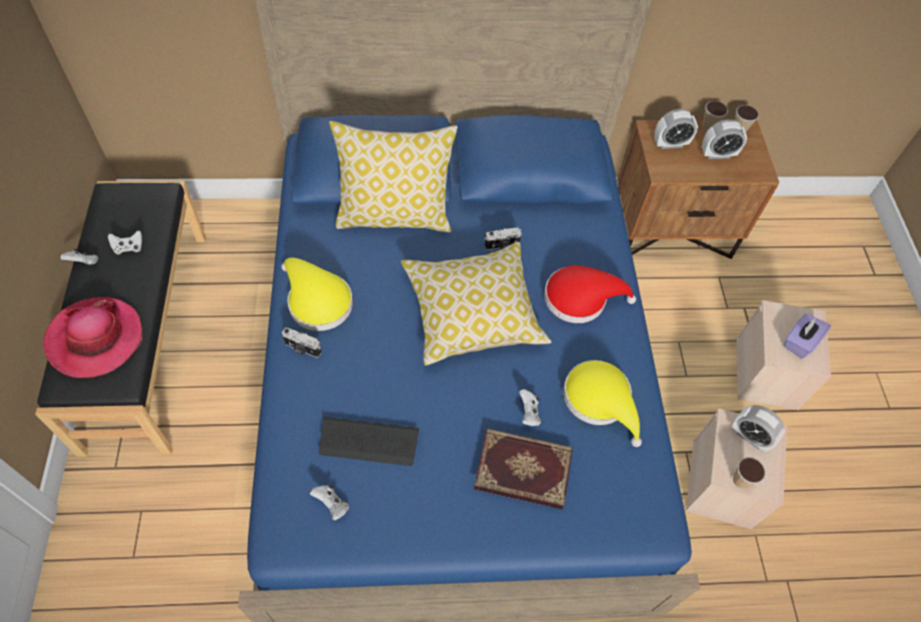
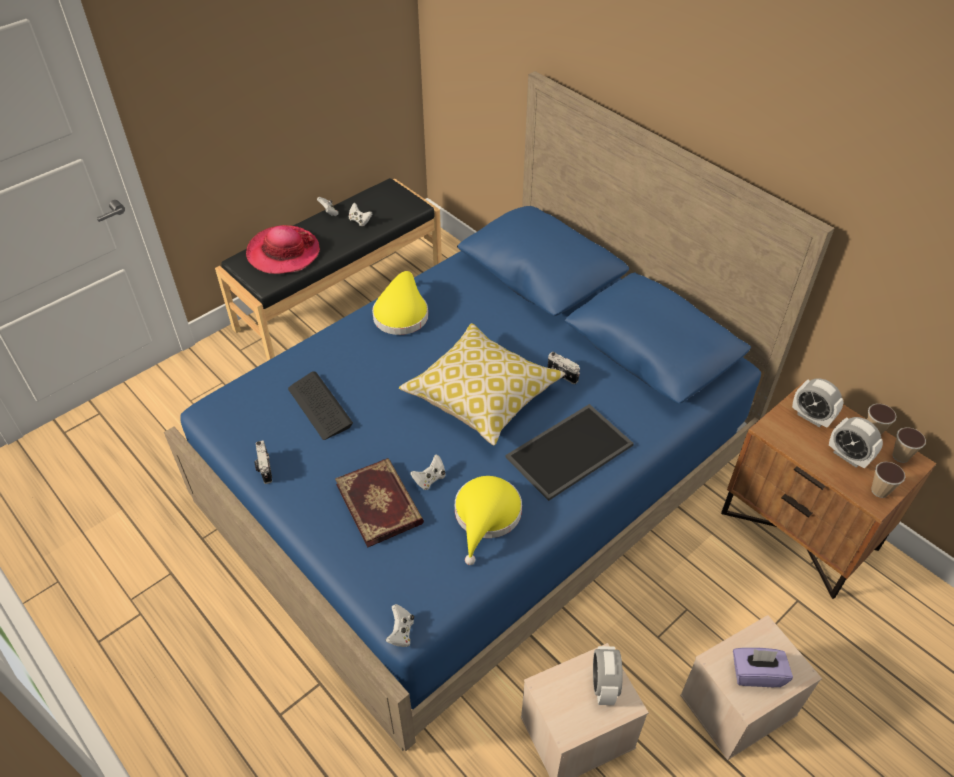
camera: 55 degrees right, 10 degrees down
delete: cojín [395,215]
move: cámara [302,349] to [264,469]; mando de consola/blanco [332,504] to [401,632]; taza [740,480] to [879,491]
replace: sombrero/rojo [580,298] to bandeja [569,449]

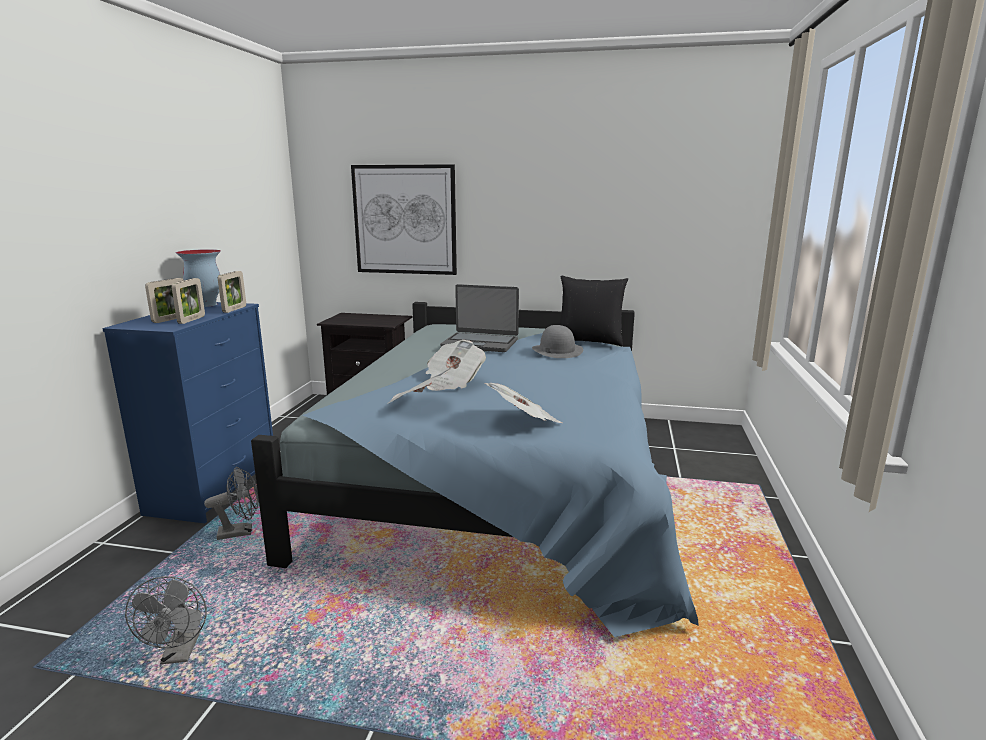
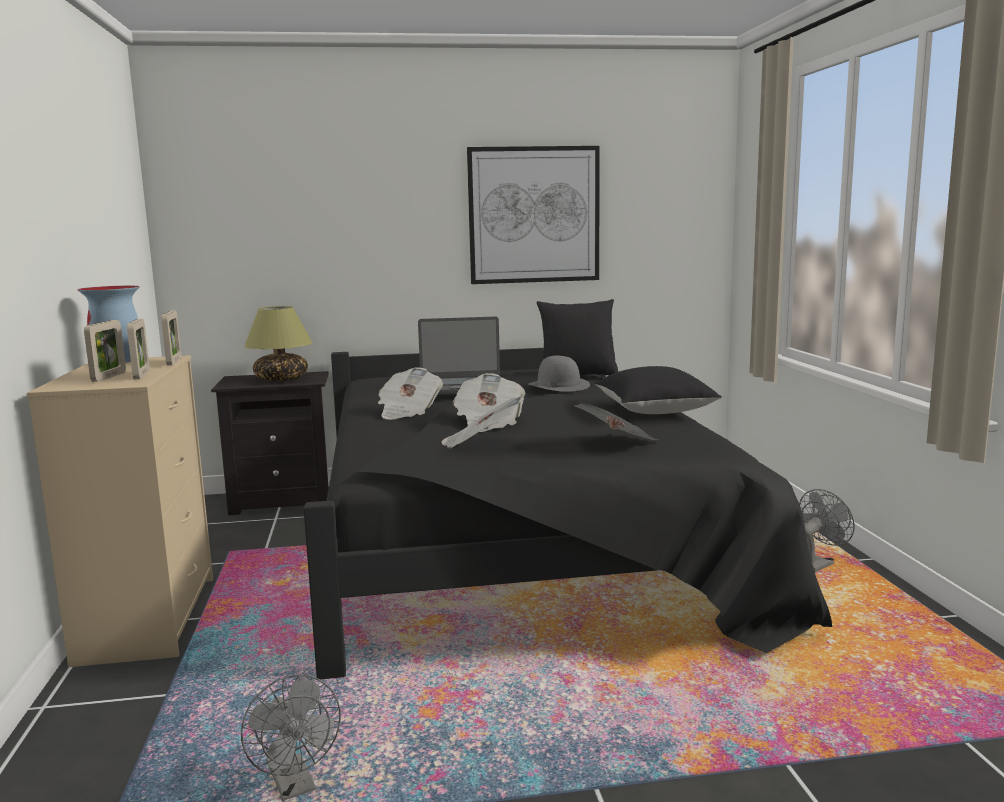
camera: 20 degrees left, 5 degrees down
insert: lámpara de mesa [281,379]; periódico [408,412]; cojín/negro [655,411]
move: ventilador/gris [241,532] to [818,564]; cuadro [405,220] to [534,215]
recolor: cómoda/azul [214,487] to cómoda/beis [148,618]; cama/azul [501,480] to cama/negro [520,547]

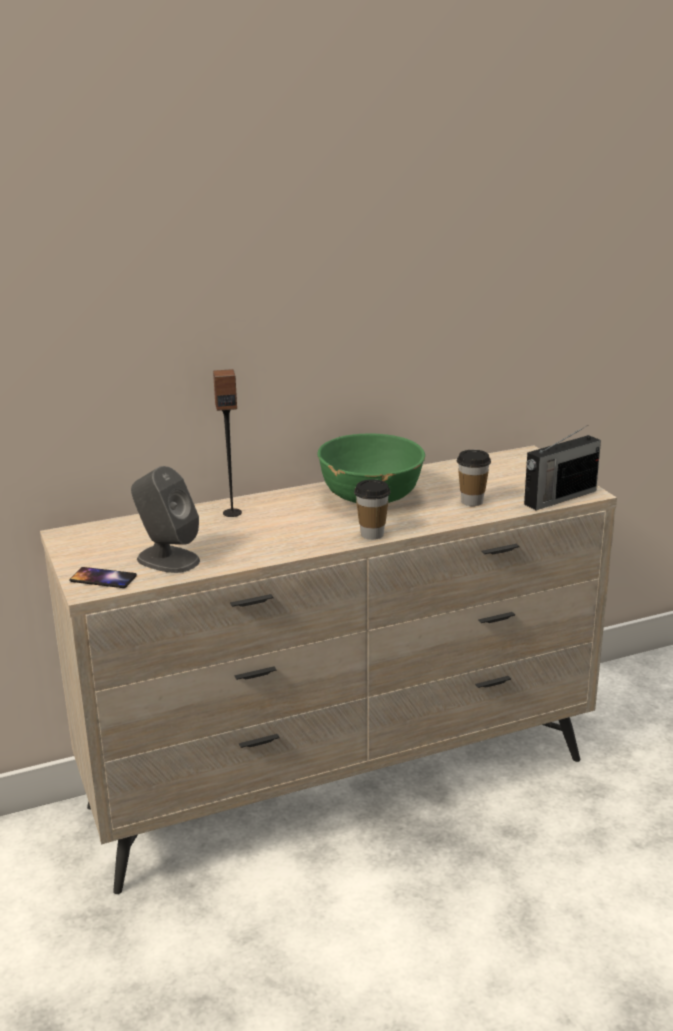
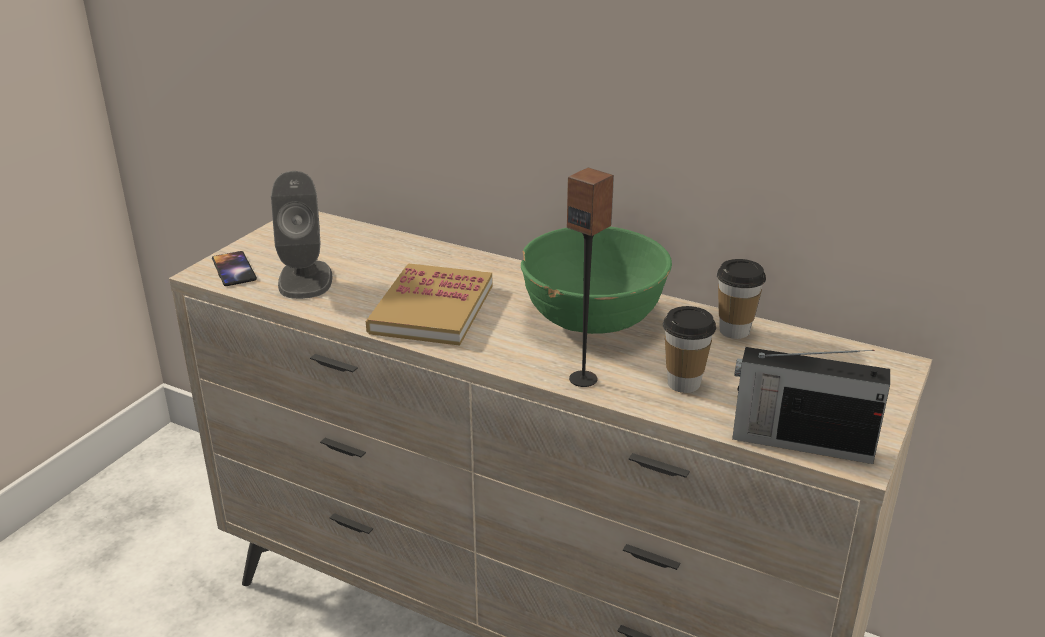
camera: 50 degrees right, 5 degrees up
insert: libro [432,309]
move: altavoz [232,513] to [583,379]; taza [372,534] to [734,331]

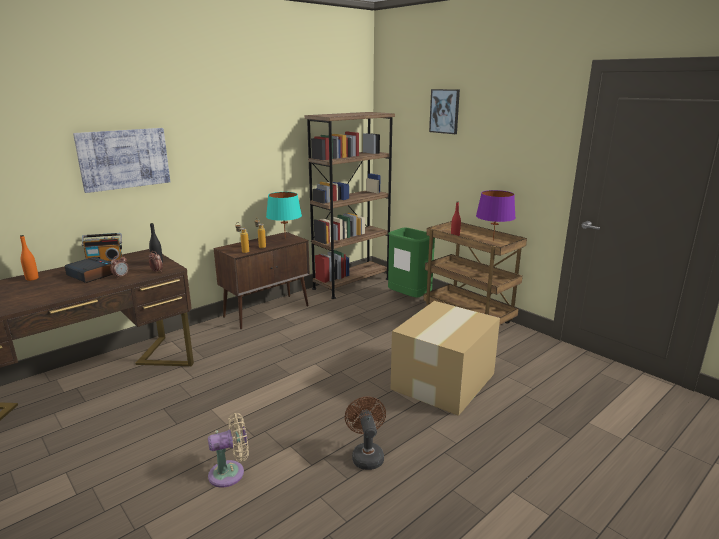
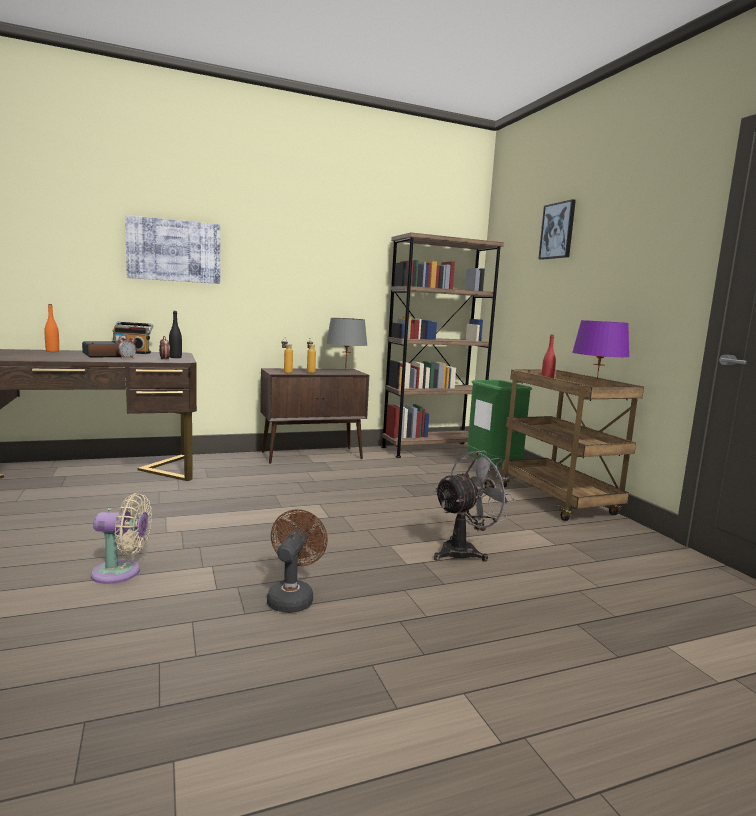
camera: 20 degrees right, 10 degrees down
replace: caja de cartón [442,381] to ventilador/gris [465,551]
recolor: lámpara de mesa/turquesa [285,238] to lámpara de mesa/gris [345,371]

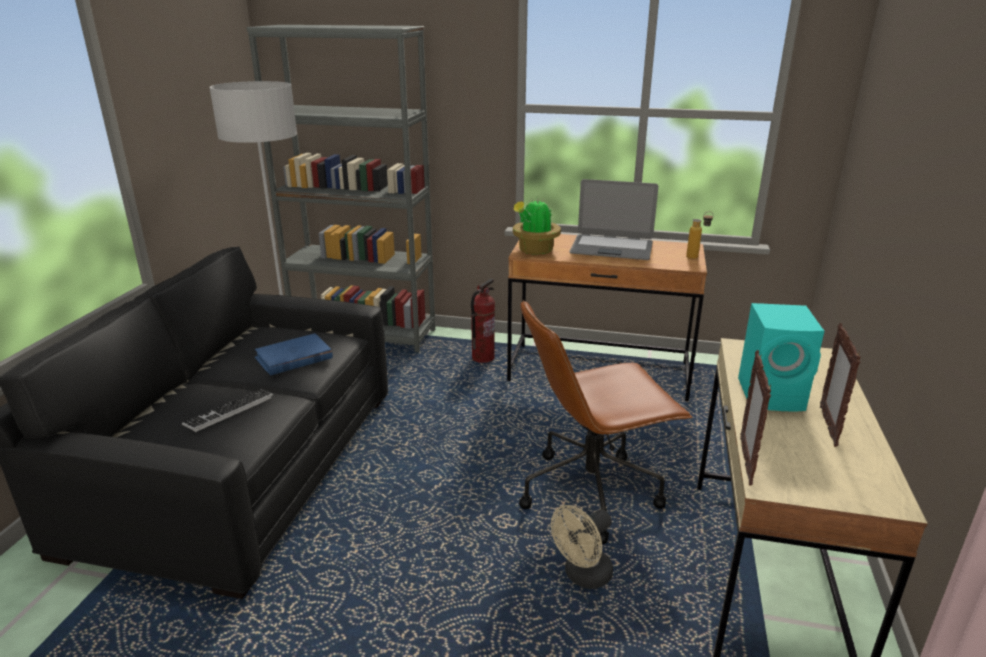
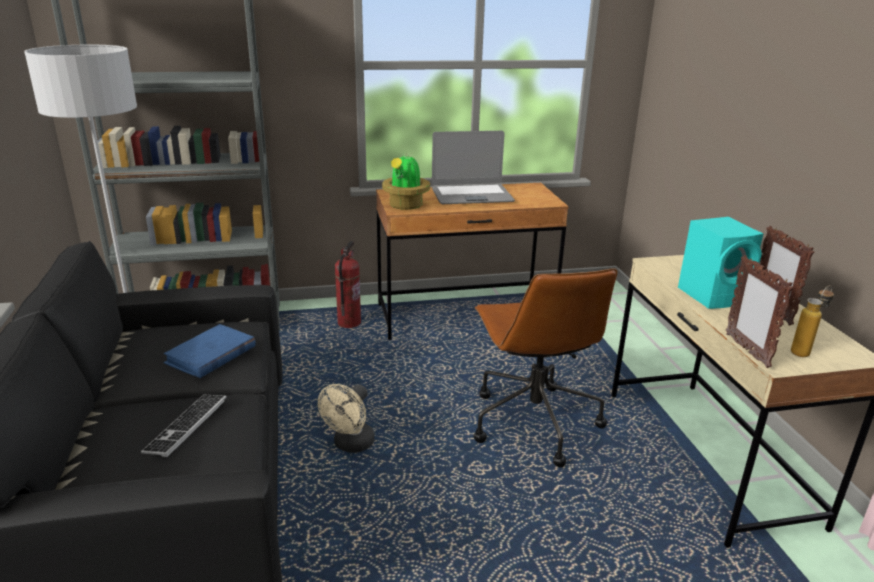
camera: 25 degrees left, 0 degrees up
move: ventilador/beis [582,576] to [350,445]; botella [696,257] to [804,351]
rotate: silla de oficina/marrón [592,491] = [533,421] 60 degrees counterclockwise

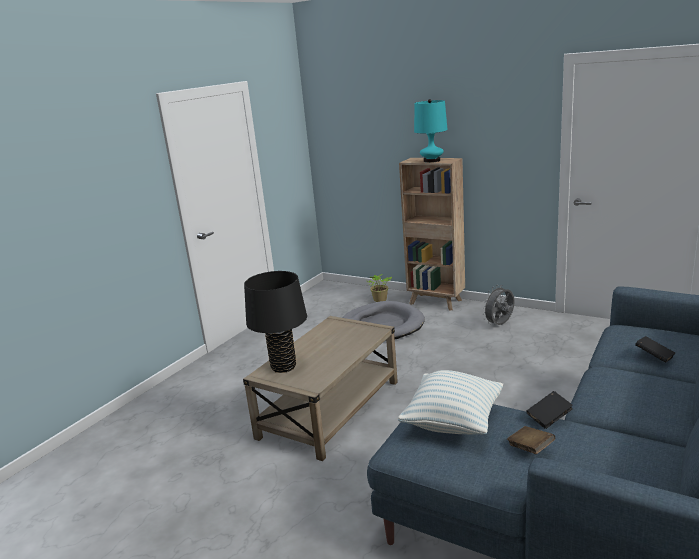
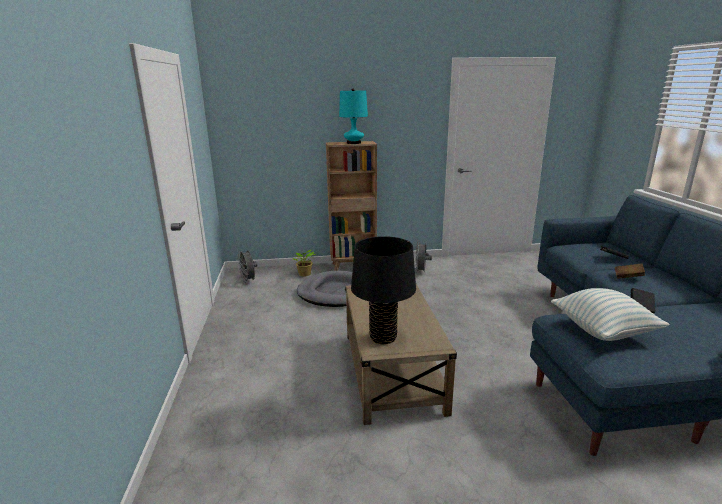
camera: 40 degrees left, 0 degrees up
insert: ventilador/gris [249,281]
move: libro/marrón [530,448] to [628,277]

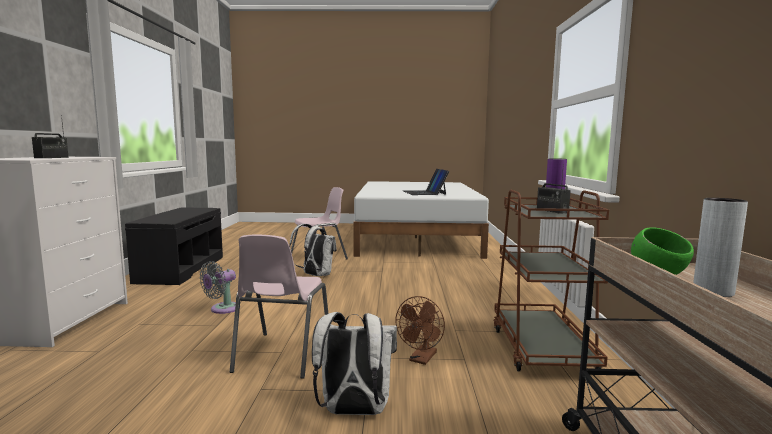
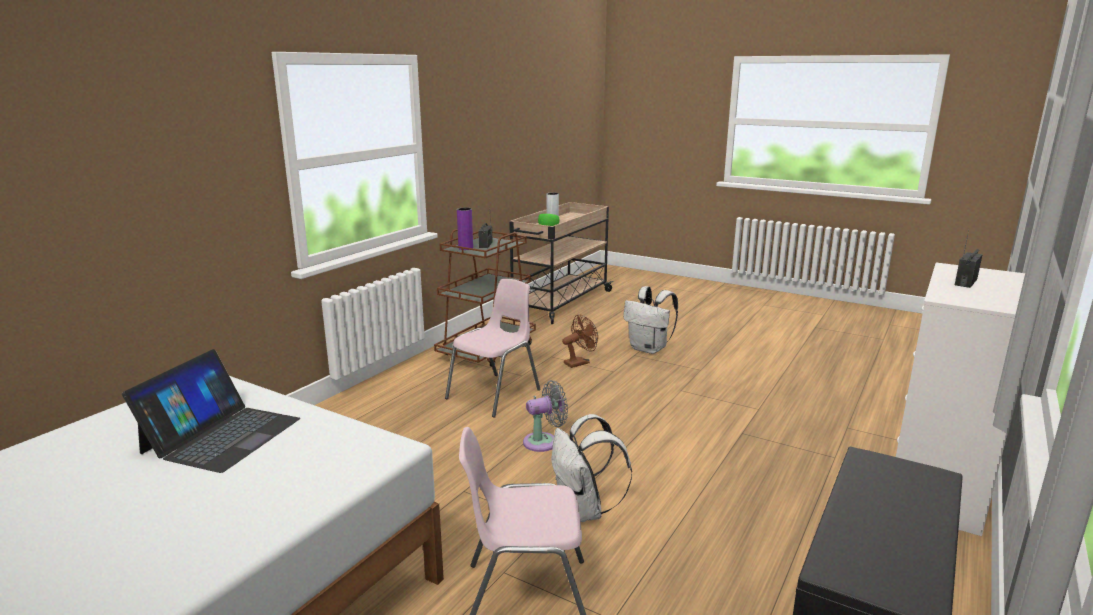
camera: 150 degrees left, 10 degrees up
move: ventilador/gris [222,309] to [544,442]; silla/rosa [281,355] to [495,394]

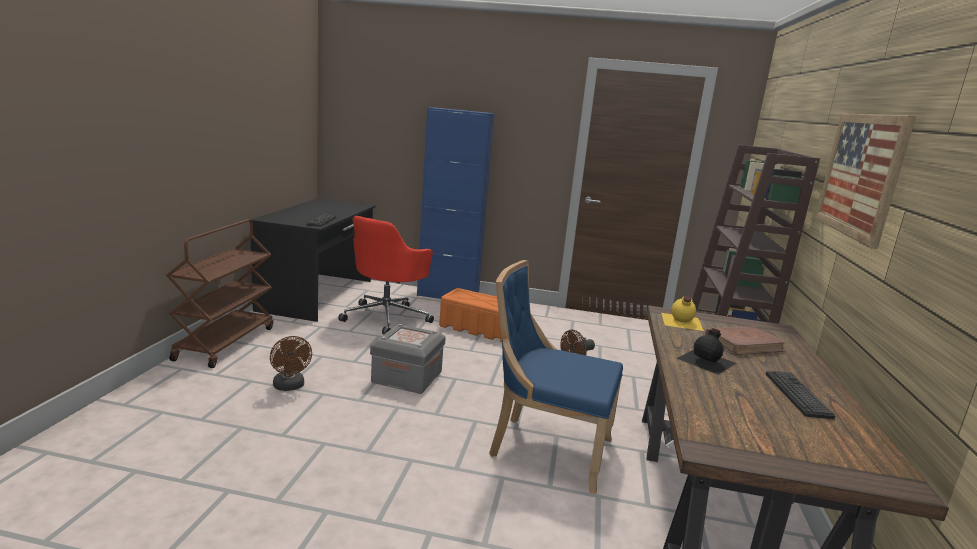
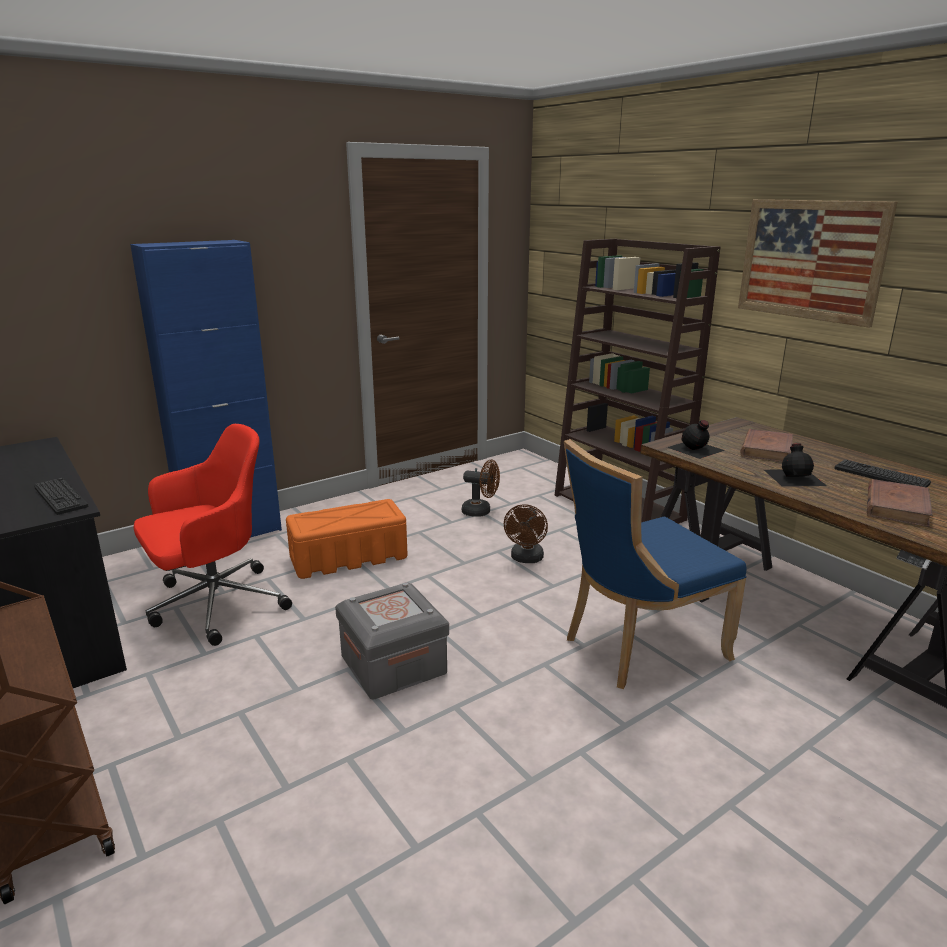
camera: 45 degrees left, 5 degrees up
insert: libro/marrón [897,507]
move: ventilador/marrón [290,387] to [481,512]
recolor: botella/amarillo [681,321] to botella/negro [695,449]
rotate: silla de oficina/rojo [387,317] = [214,605] 105 degrees counterclockwise

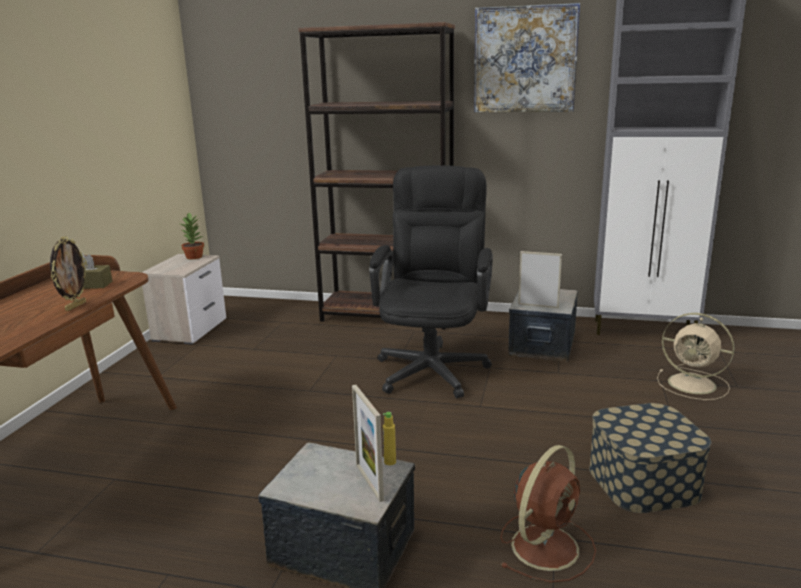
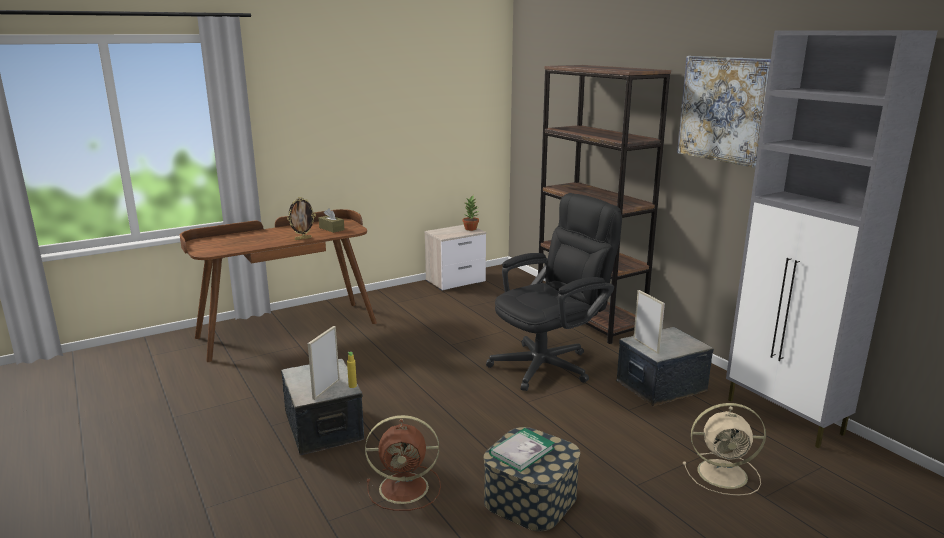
camera: 45 degrees right, 0 degrees up
insert: libro [522,451]
rotate: ventilador/beis [694,384] = [724,474] 75 degrees counterclockwise

